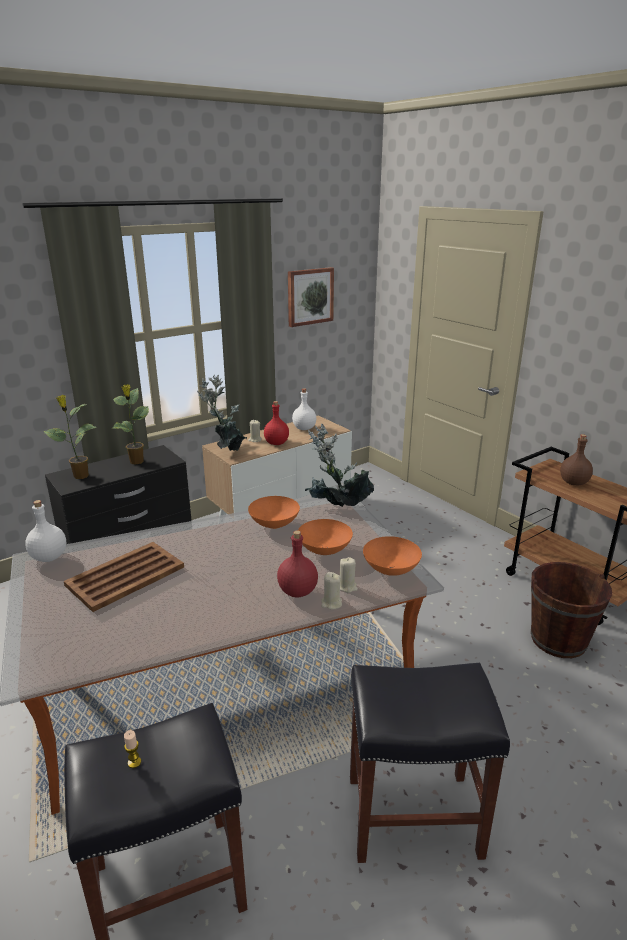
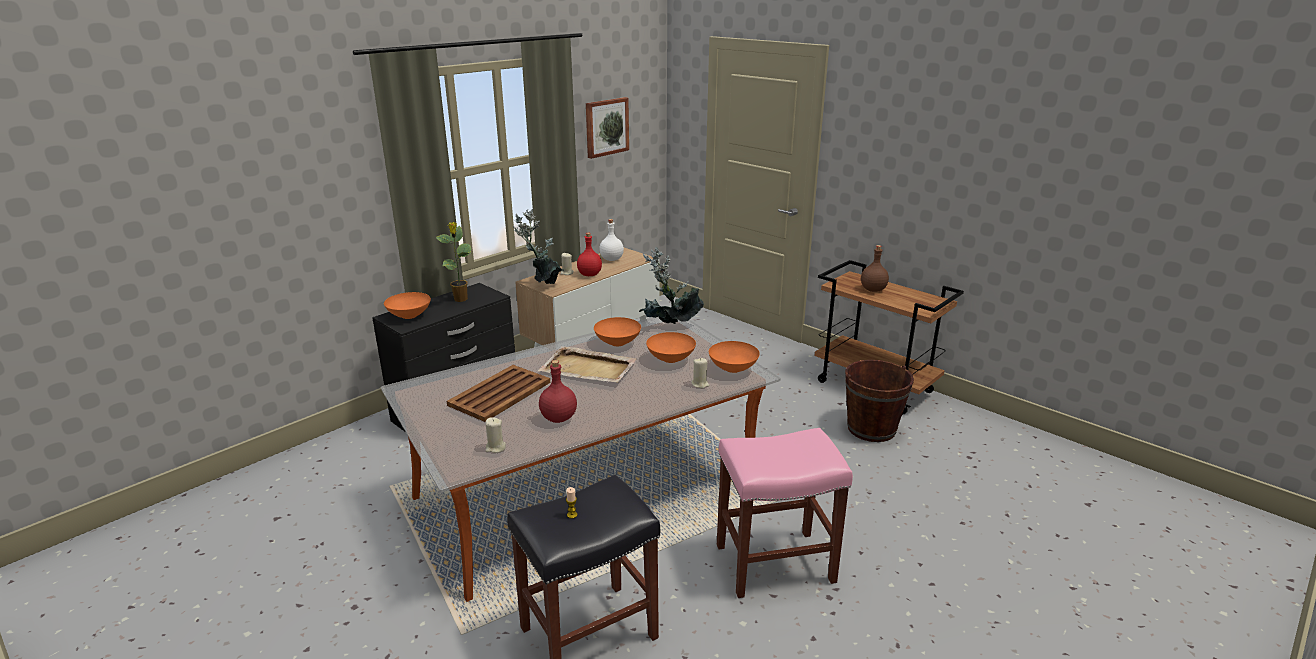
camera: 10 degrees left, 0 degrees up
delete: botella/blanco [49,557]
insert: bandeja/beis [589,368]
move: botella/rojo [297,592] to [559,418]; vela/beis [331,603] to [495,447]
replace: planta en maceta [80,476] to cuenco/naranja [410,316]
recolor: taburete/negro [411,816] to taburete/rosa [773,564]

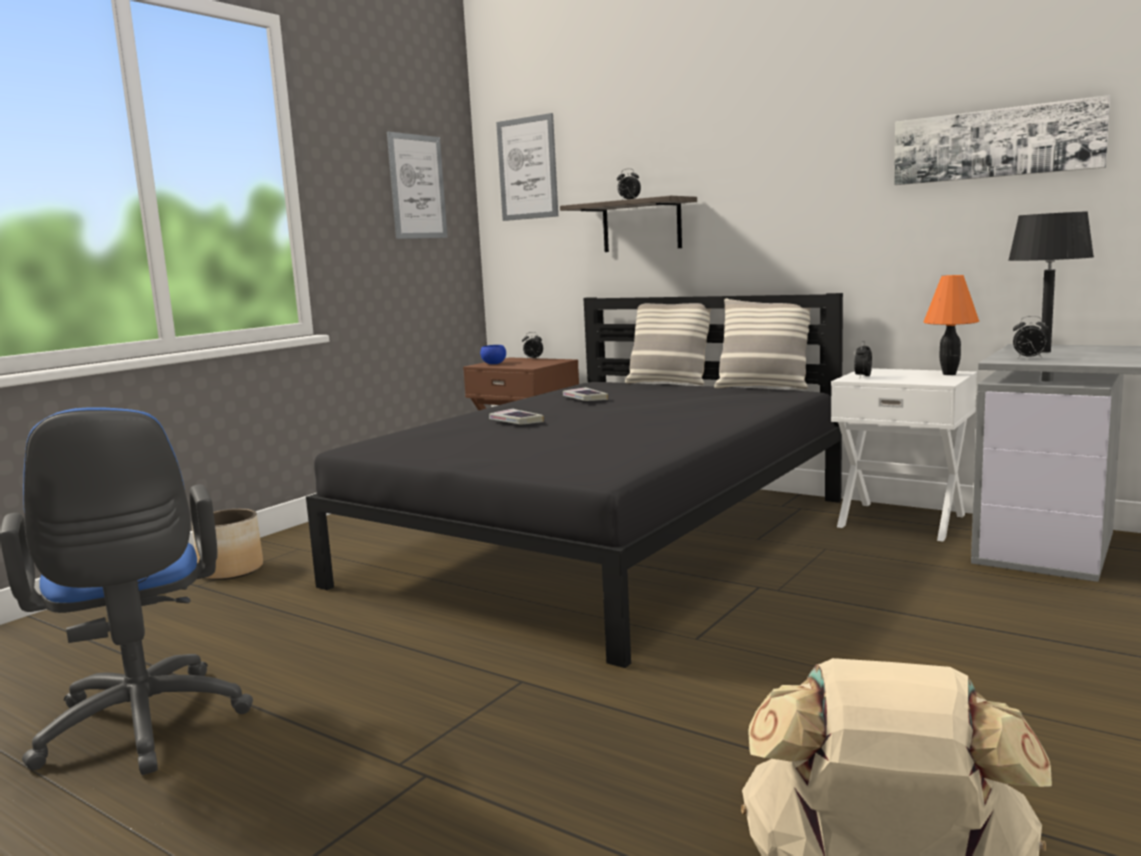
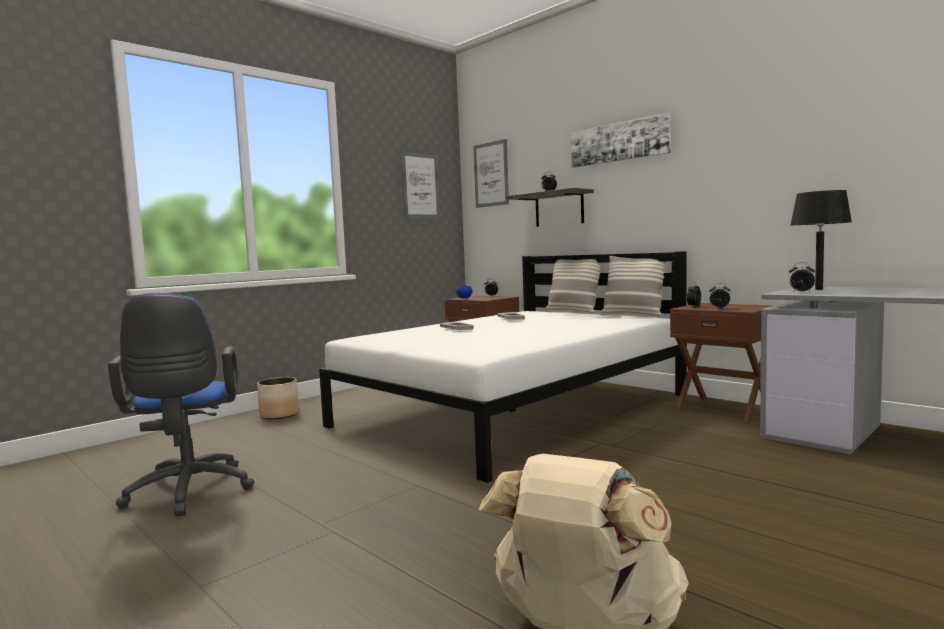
camera: 10 degrees right, 5 degrees down
delete: lámpara de mesa/naranja [949,374]
insert: despertador [719,308]
move: cuadro [996,143] to [619,142]
recolor: cama/negro [606,540] to cama/blanco [514,410]; mesita de noche/blanco [902,520] to mesita de noche/marrón [724,409]

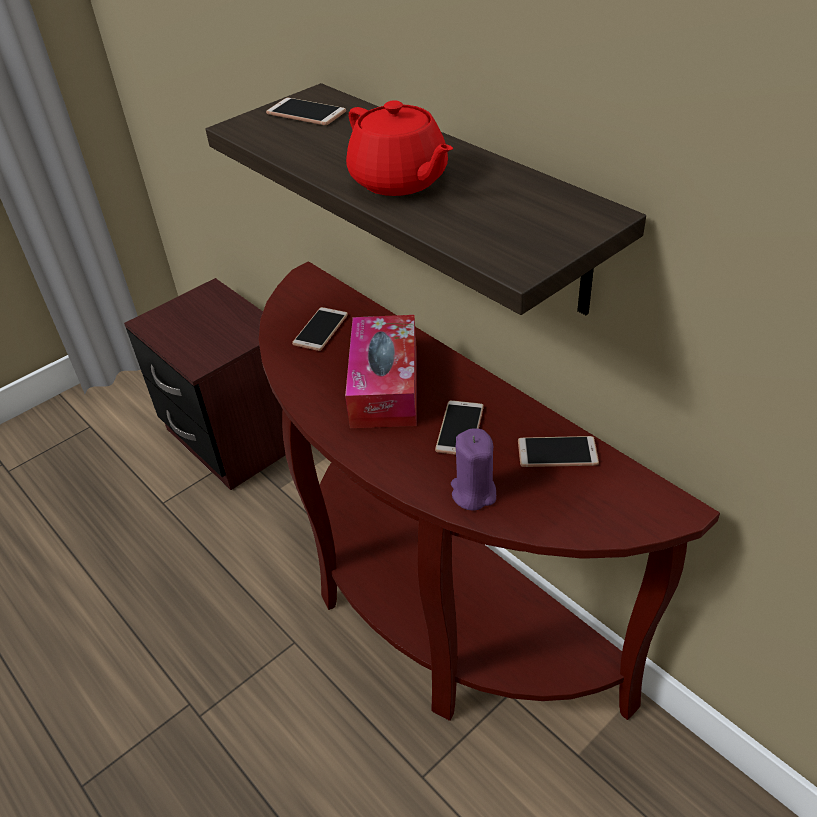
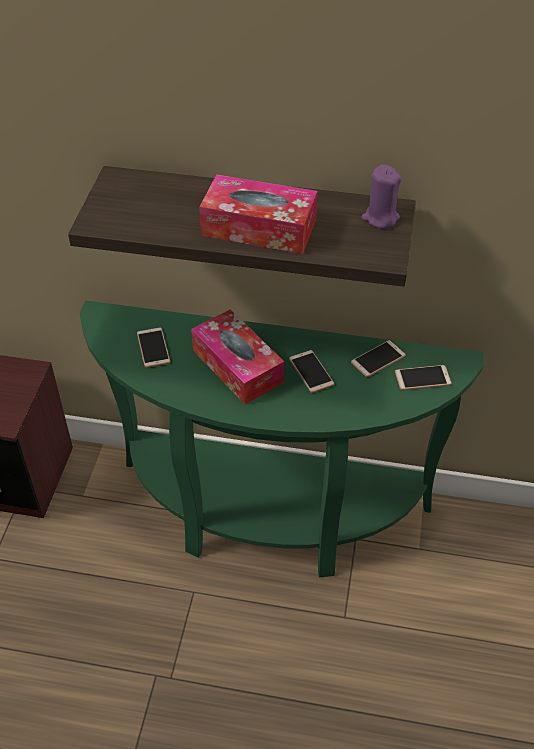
camera: 40 degrees left, 5 degrees up
move: móvil [306,113] to [422,378]; vela/morado [473,492] to [380,218]
replace: tetera/rojo [399,181] to caja de pañuelos [259,227]
recolor: mesa consola/marrón [433,609] to mesa consola/verde [268,516]

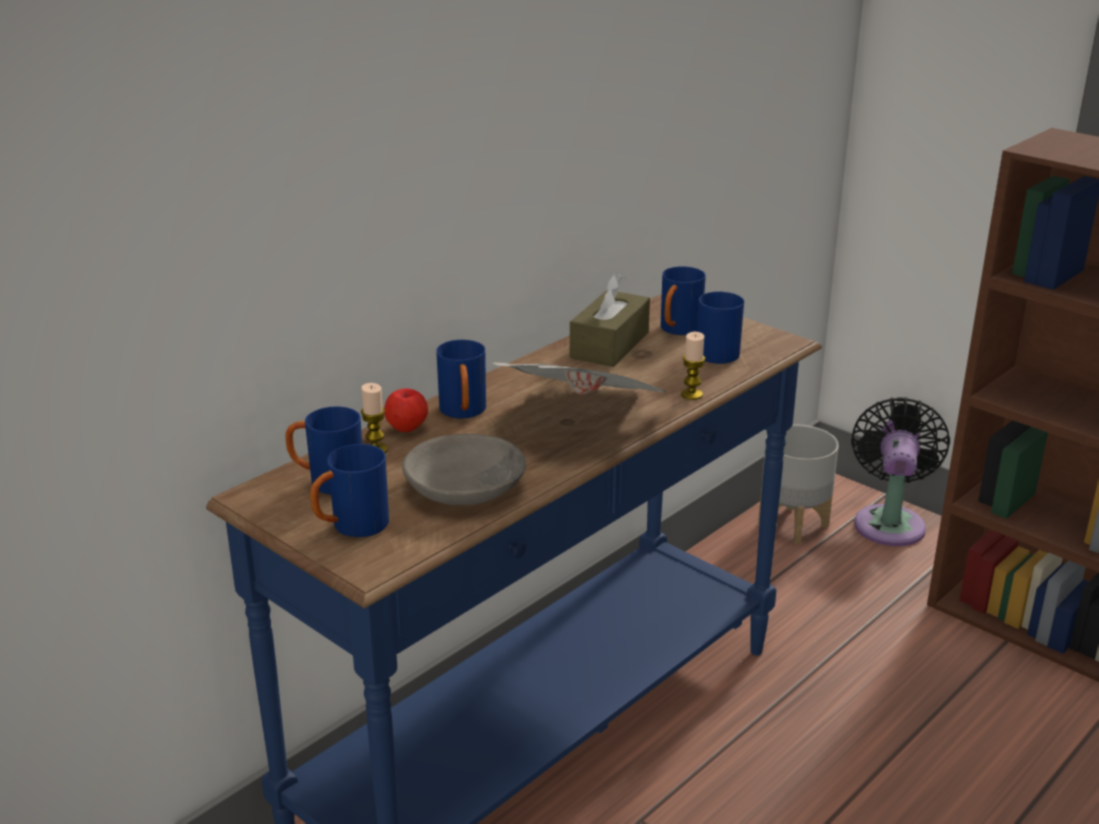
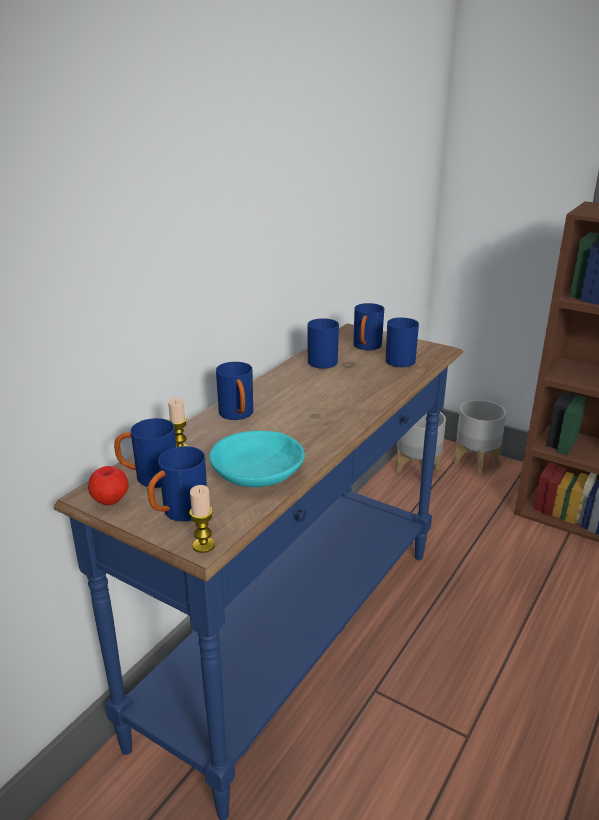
camera: 10 degrees left, 0 degrees up
delete: periódico [585,420]
move: manzana [407,428] to [111,500]; vela [691,394] to [203,545]
replace: caja de pañuelos/marrón [609,345] to taza grande/azul [324,360]; ventilador/negro [890,522] to maceta/gris [475,463]
recolor: cuenco/gris [466,487] to cuenco/turquesa [259,472]

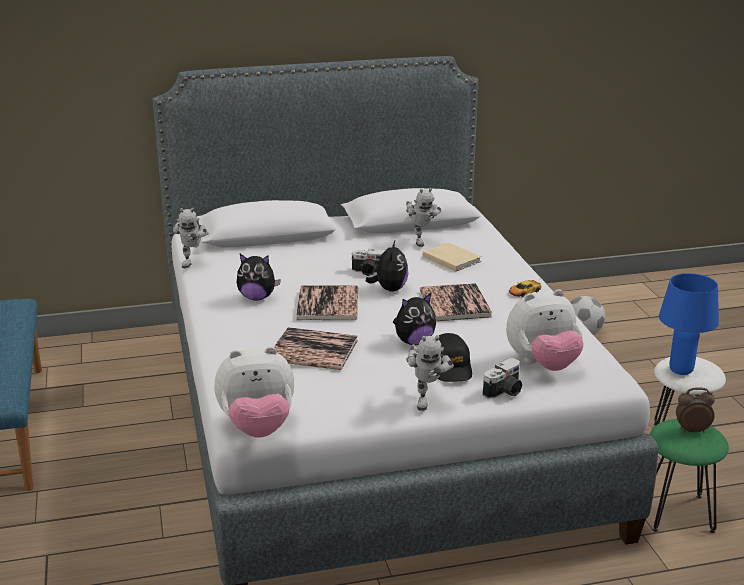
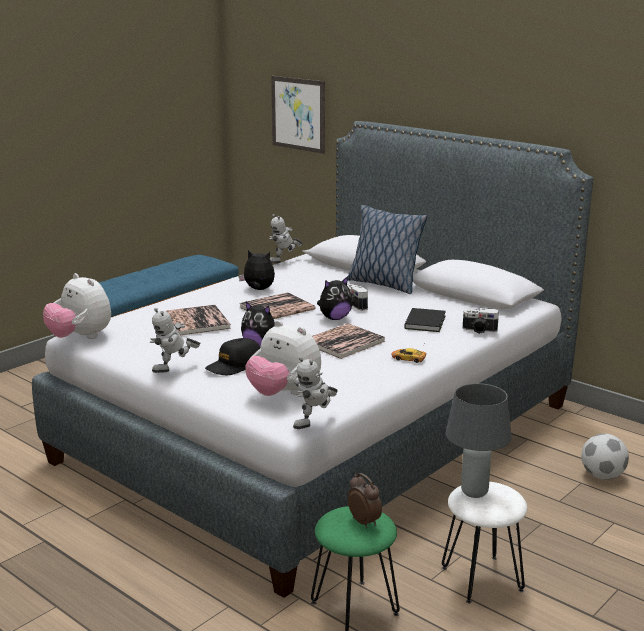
camera: 55 degrees right, 5 degrees down
insert: cuadro [298,114]; cojín [383,284]
move: robot de juguete [420,241] to [315,424]; cámara [505,392] to [479,330]
recolor: libro/beis [451,258] to libro/negro [426,322]; lámpara de mesa/azul [680,370] to lámpara de mesa/gris [474,492]
rotate: peluche [257,297] = [258,290] 135 degrees clockwise

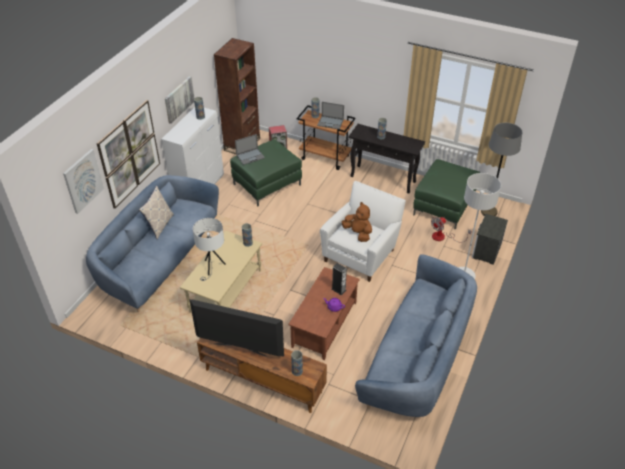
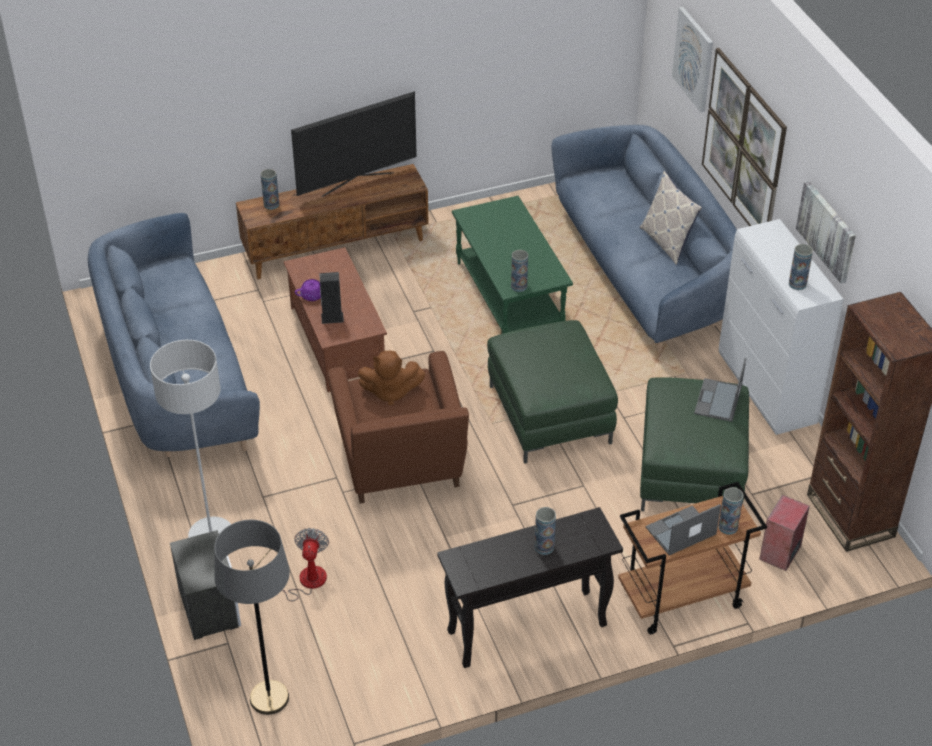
camera: 135 degrees right, 0 degrees up
delete: lámpara de mesa/blanco [212,267]
move: puf/verde [443,206] to [550,414]
recolor: mesa de centro/beis [225,290] to mesa de centro/verde [510,297]; sillón/blanco [361,253] to sillón/marrón [401,464]

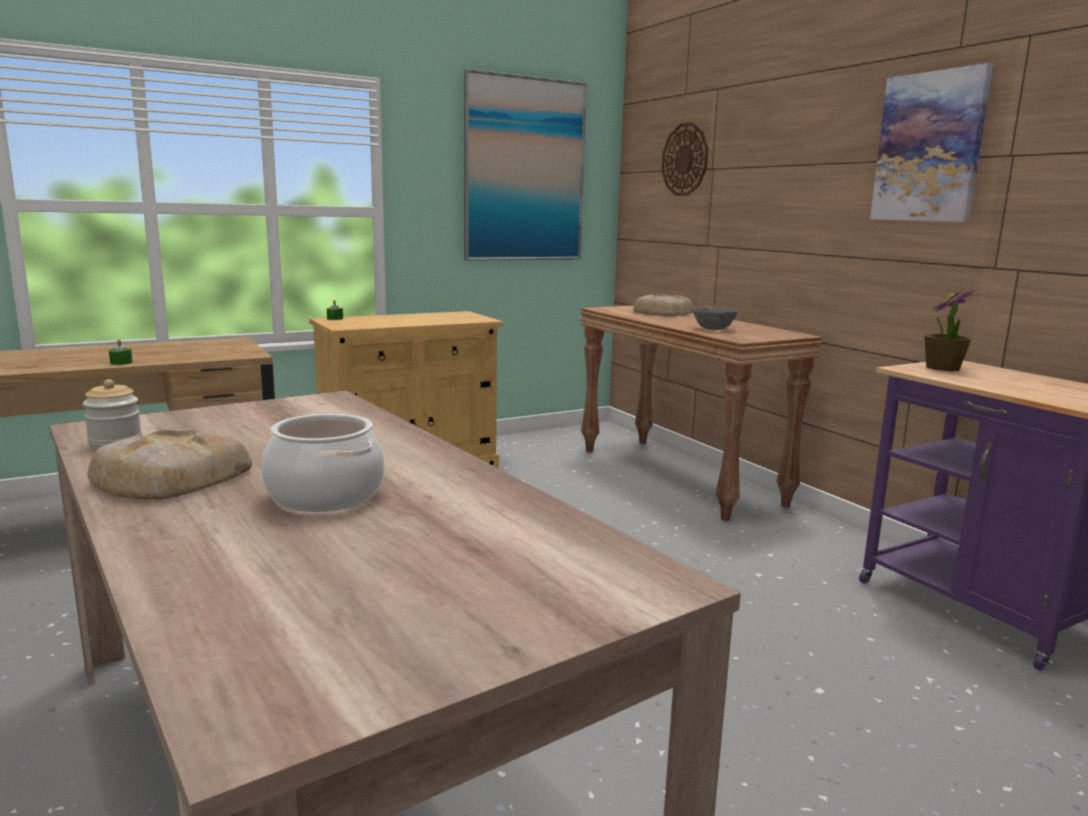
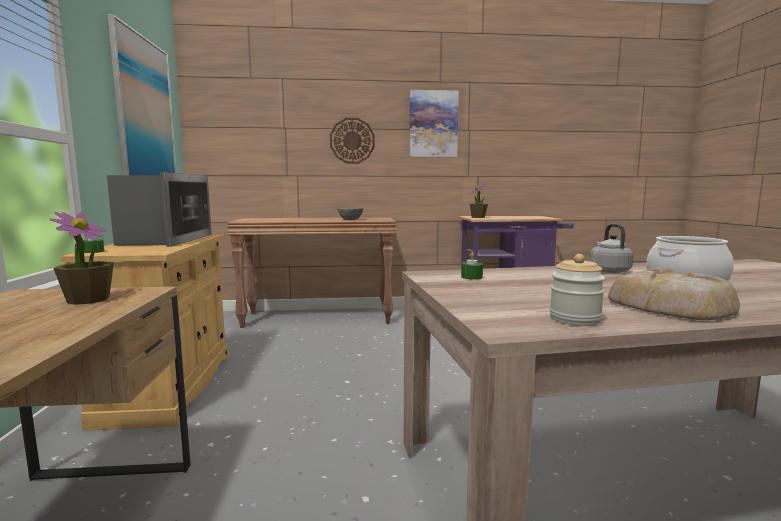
camera: 65 degrees left, 5 degrees down
delete: pan [662,312]
insert: planta en maceta [88,299]; microondas [166,240]; hervidor/gris [608,271]
move: vela/verde [121,362] to [471,277]; reloj de pared [685,159] to [352,140]

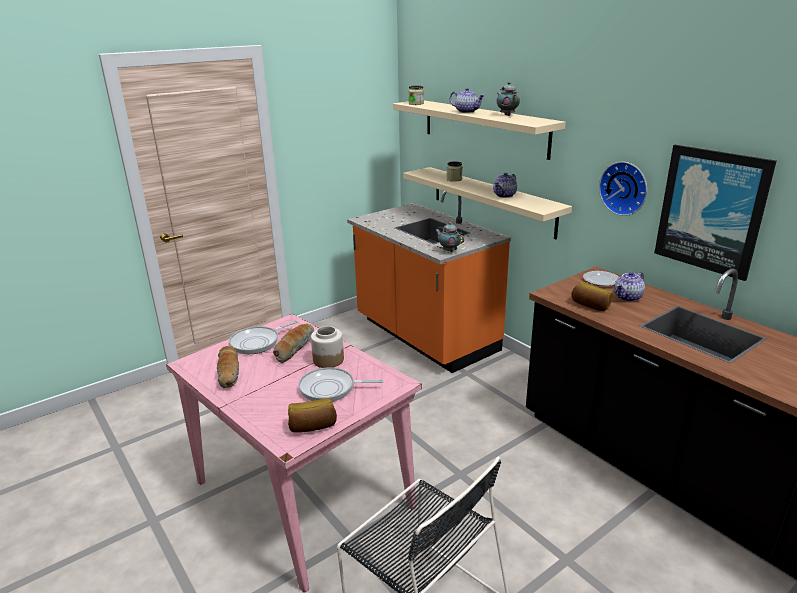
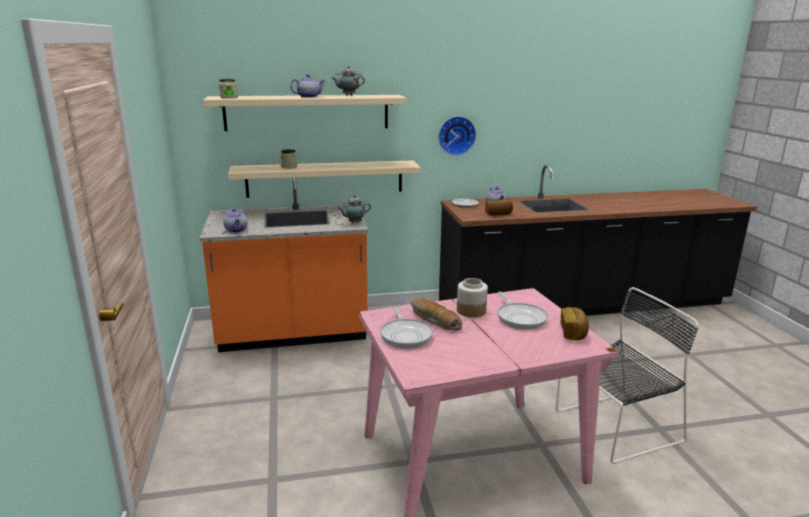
camera: 65 degrees left, 5 degrees down
delete: pan [229,373]; cuadro [711,210]
move: tetera [504,195] to [236,230]
rotate: sartén [331,388] = [520,317] 45 degrees counterclockwise

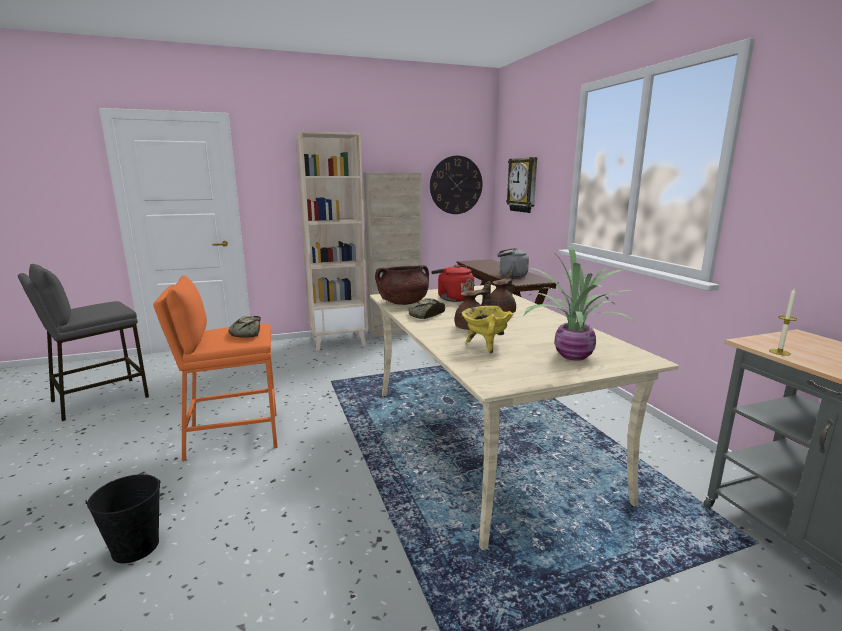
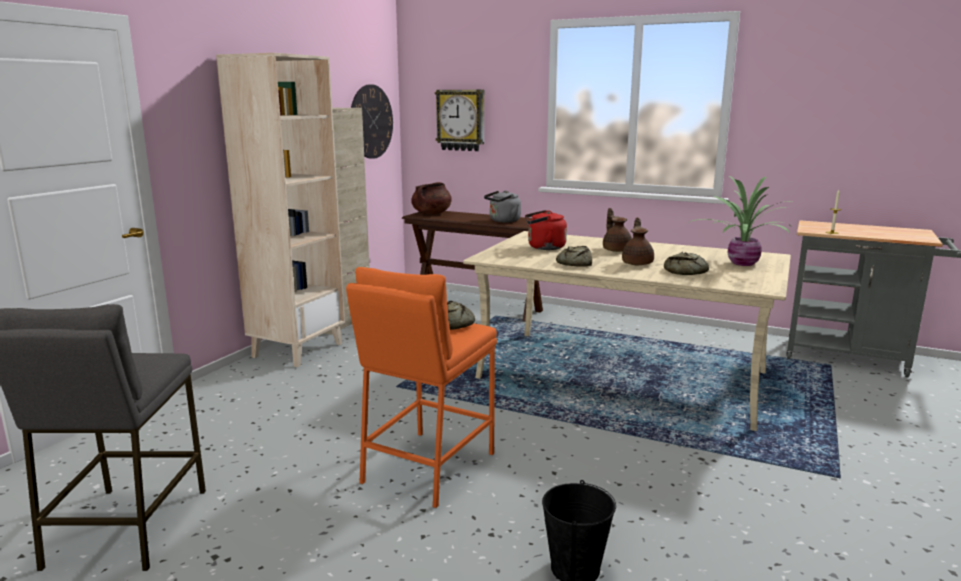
camera: 45 degrees left, 0 degrees up
move: olla/marrón [403,303] to [431,213]
replace: olla/amarillo [485,345] to pan [686,271]

